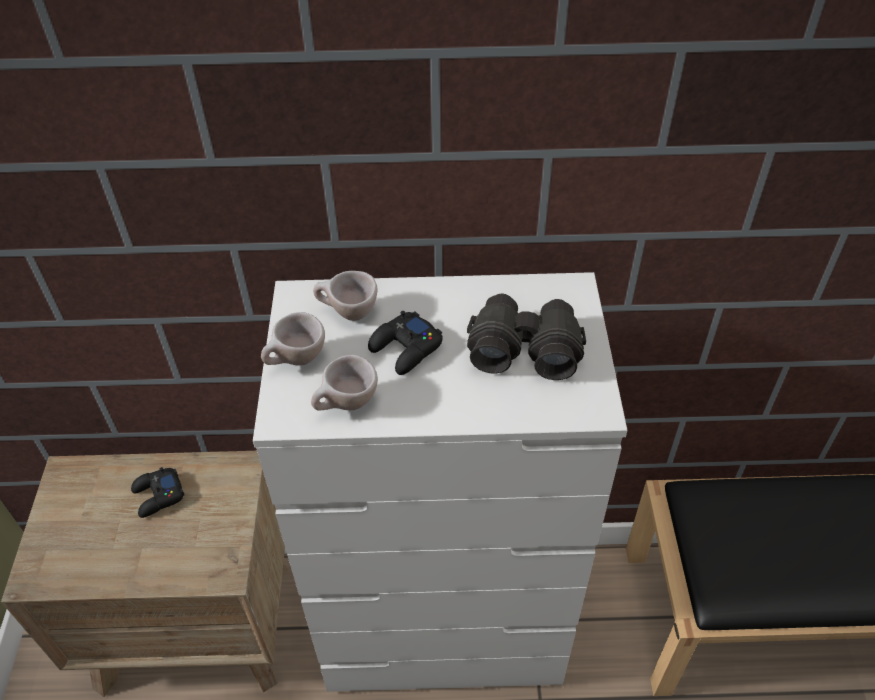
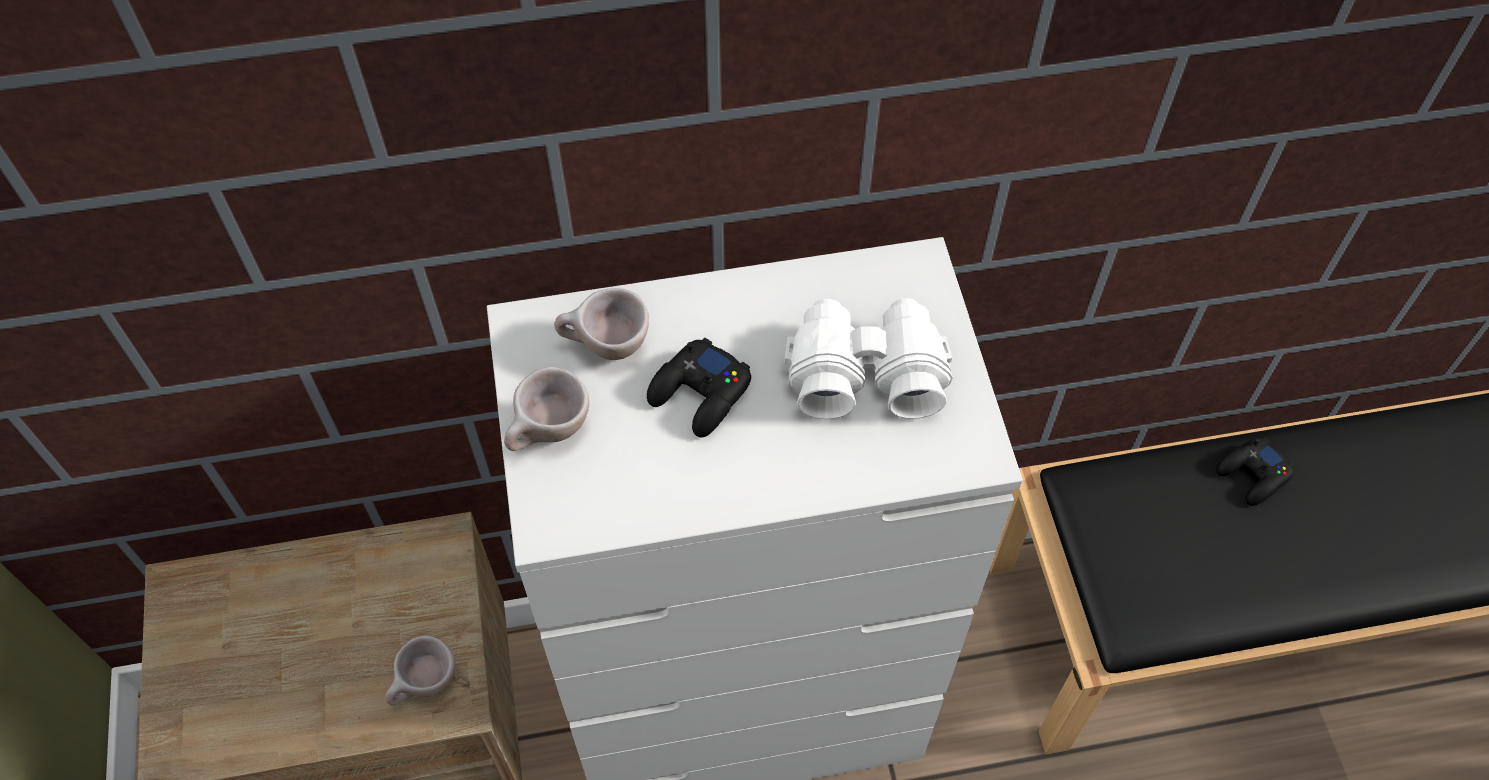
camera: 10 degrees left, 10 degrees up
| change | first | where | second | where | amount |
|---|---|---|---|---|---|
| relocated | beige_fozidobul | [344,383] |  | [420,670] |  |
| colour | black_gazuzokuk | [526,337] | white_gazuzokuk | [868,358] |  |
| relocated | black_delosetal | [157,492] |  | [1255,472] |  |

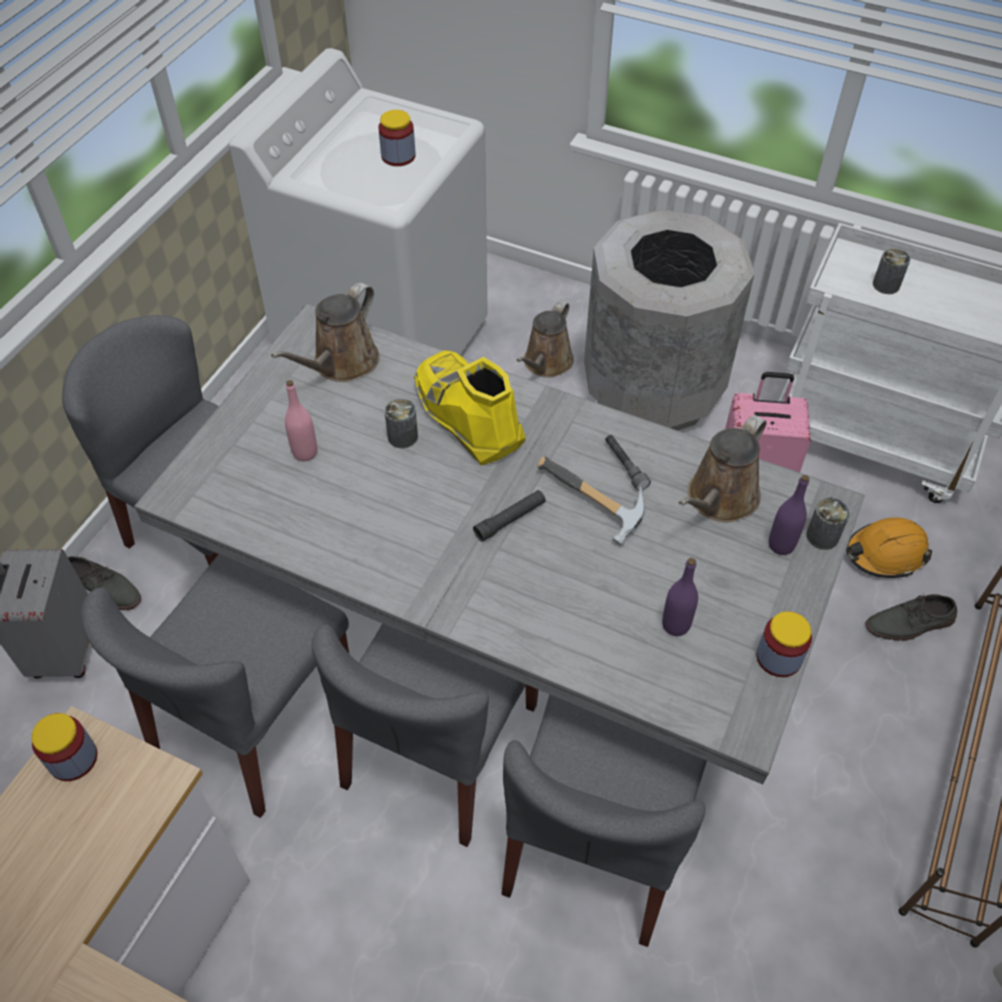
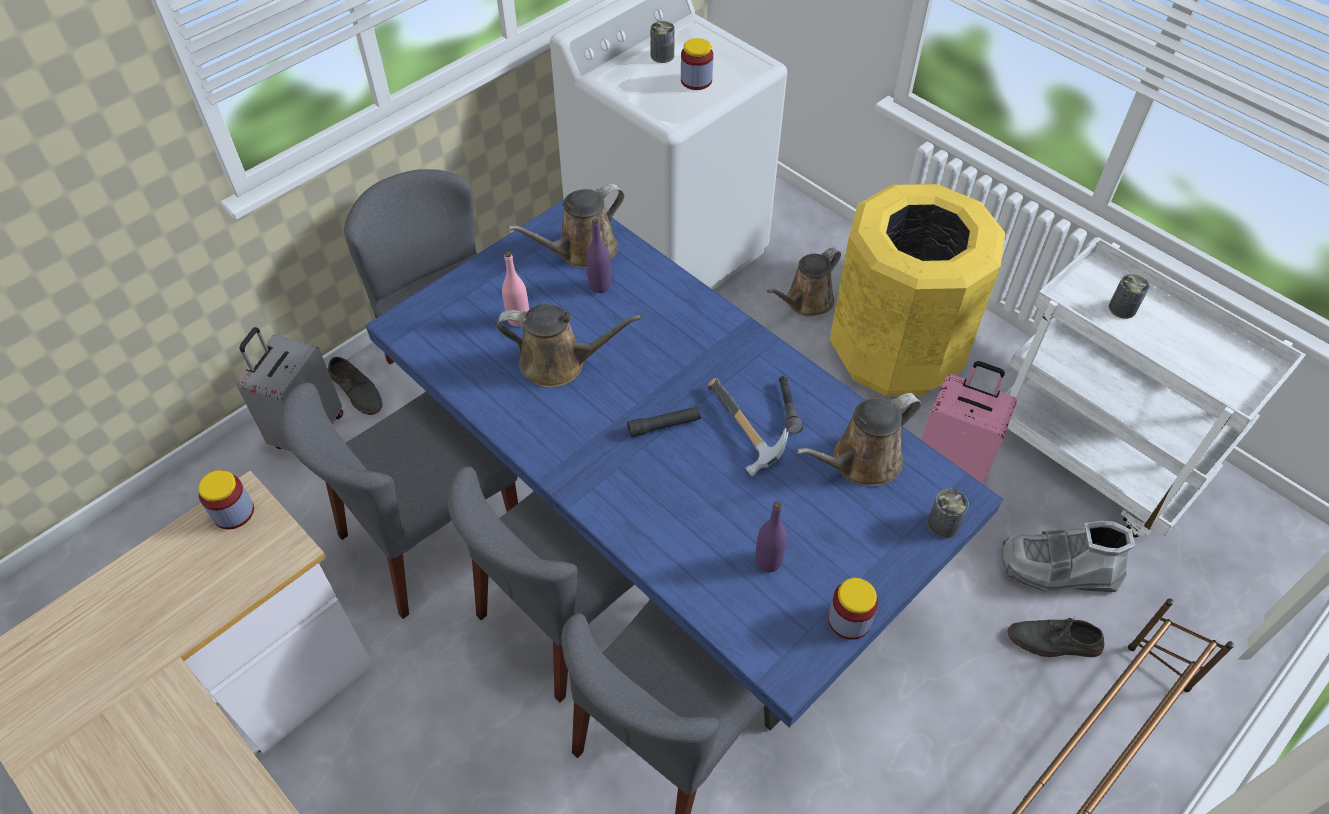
camera: 20 degrees right, 0 degrees up
| change | first | where | second | where | amount |
|---|---|---|---|---|---|
| colour | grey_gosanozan | [499,543] | blue_gosanozan | [684,465] |  |
| appeared |  |  | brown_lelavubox | [568,346] |  |
| relocated | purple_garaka | [789,515] |  | [598,255] |  |
| relocated | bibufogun | [401,423] |  | [662,42] |  |
| colour | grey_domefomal | [669,320] | yellow_domefomal | [917,290] |  |
| exchanged | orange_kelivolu | [889,547] | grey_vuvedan | [1068,556] |  |
| missing | yellow_vuvedan | [470,408] |  |  |  |

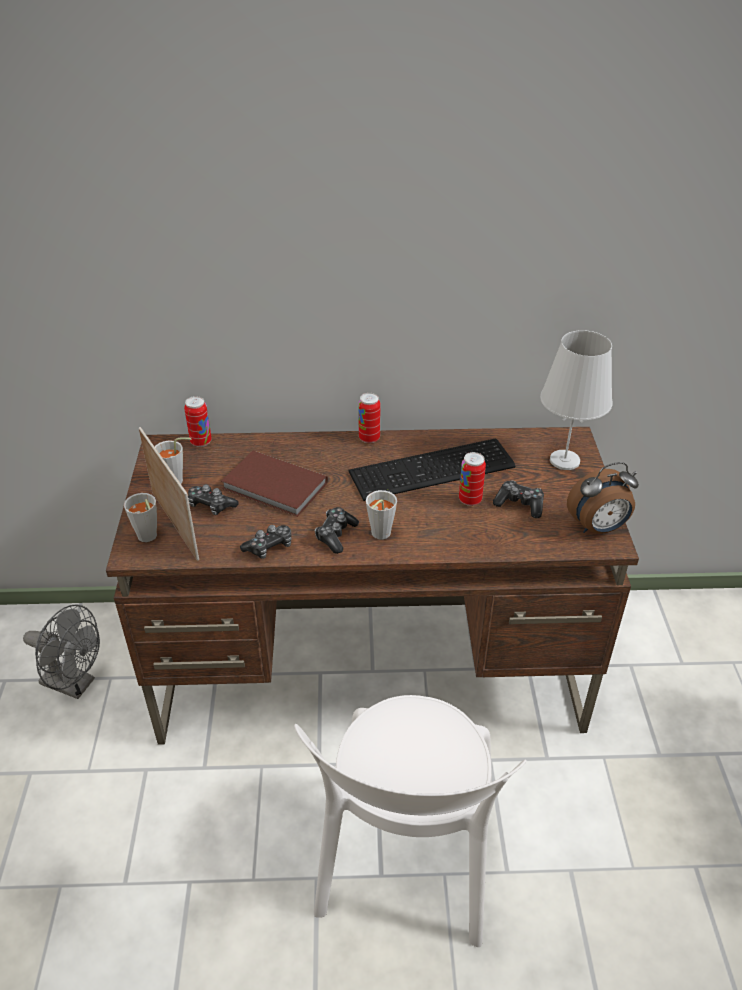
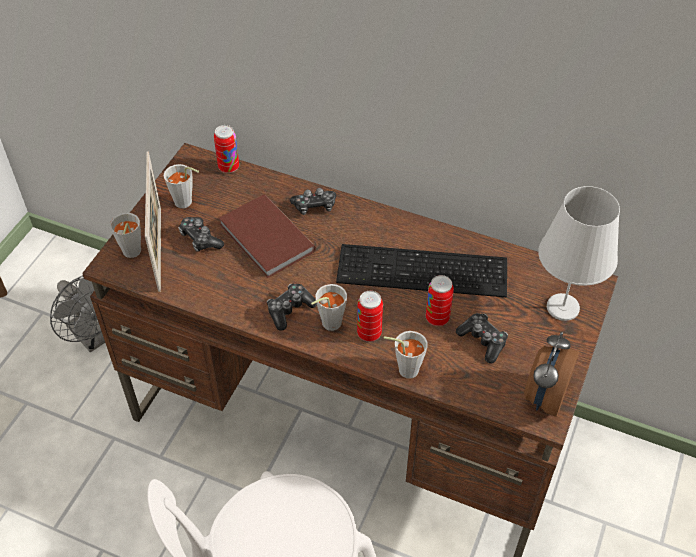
camera: 25 degrees right, 10 degrees up
| change | first | where | second | where | amount |
|---|---|---|---|---|---|
| relocated | delosetal | [265,542] |  | [313,201] |  |
| relocated | bibufogun | [369,418] |  | [370,316] |  |
| appeared |  |  | grey_fozidobul | [406,355] |  |
| spun | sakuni | [603,498] |  | [551,374] | 105 degrees clockwise |

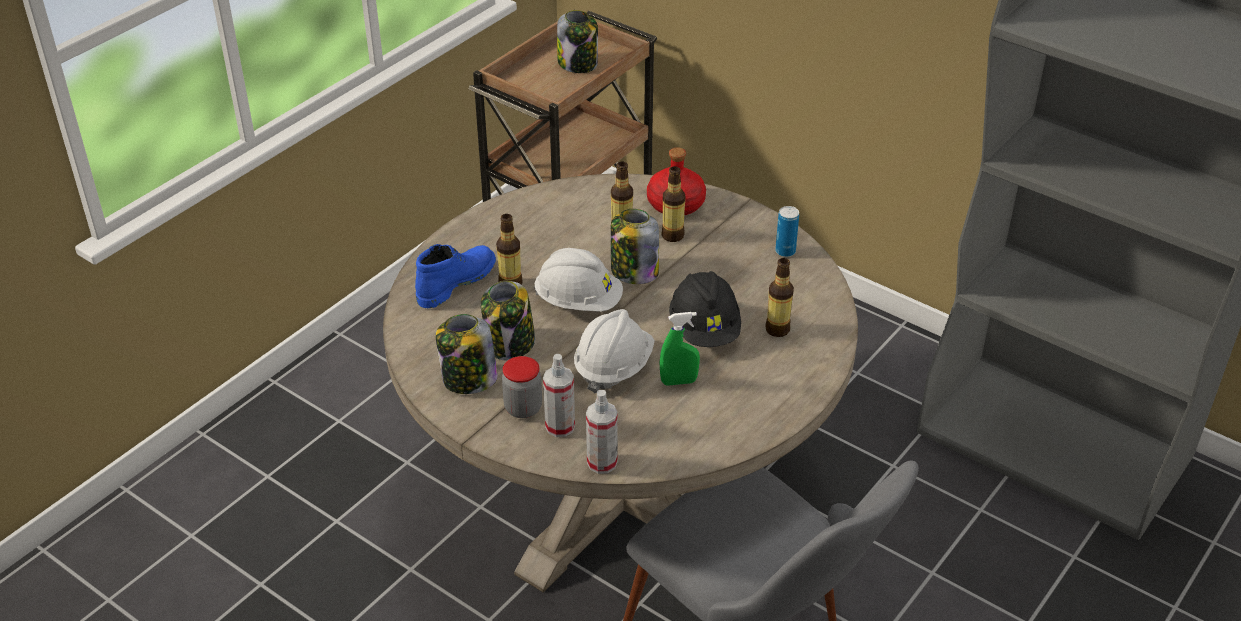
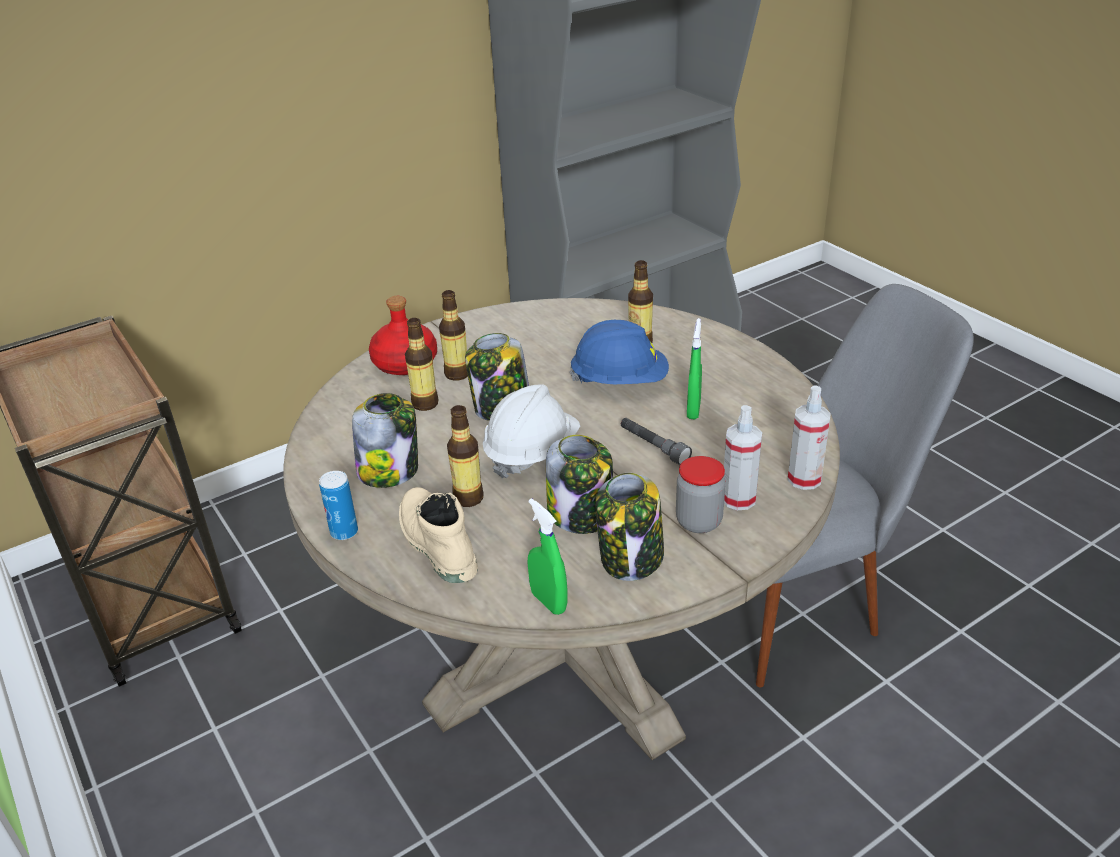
camera: 70 degrees left, 5 degrees down
| change | first | where | second | where | amount |
|---|---|---|---|---|---|
| relocated | bibufogun | [787,231] |  | [338,505] |  |
| relocated | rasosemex | [577,41] |  | [385,440] |  |
| colour | blue_vuvedan | [455,276] | beige_vuvedan | [438,535] |  |
| appeared |  |  | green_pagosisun | [547,556] |  |
| colour | black_kelivolu | [705,309] | blue_kelivolu | [619,352] |  |
| exchanged | white_kelivolu | [614,351] | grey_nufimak | [656,441] |  |

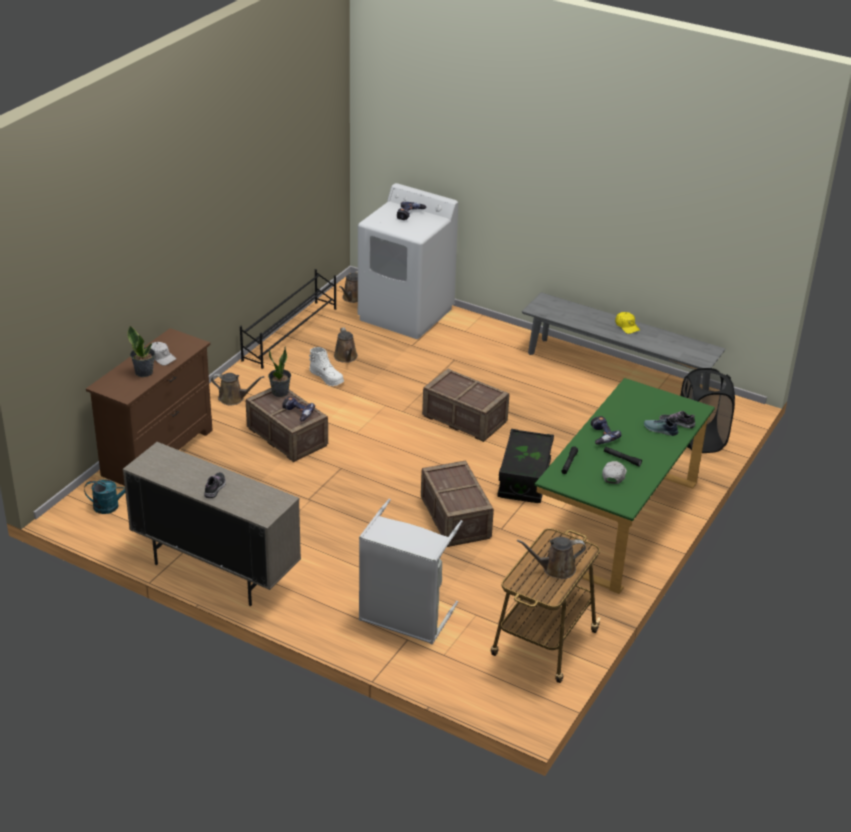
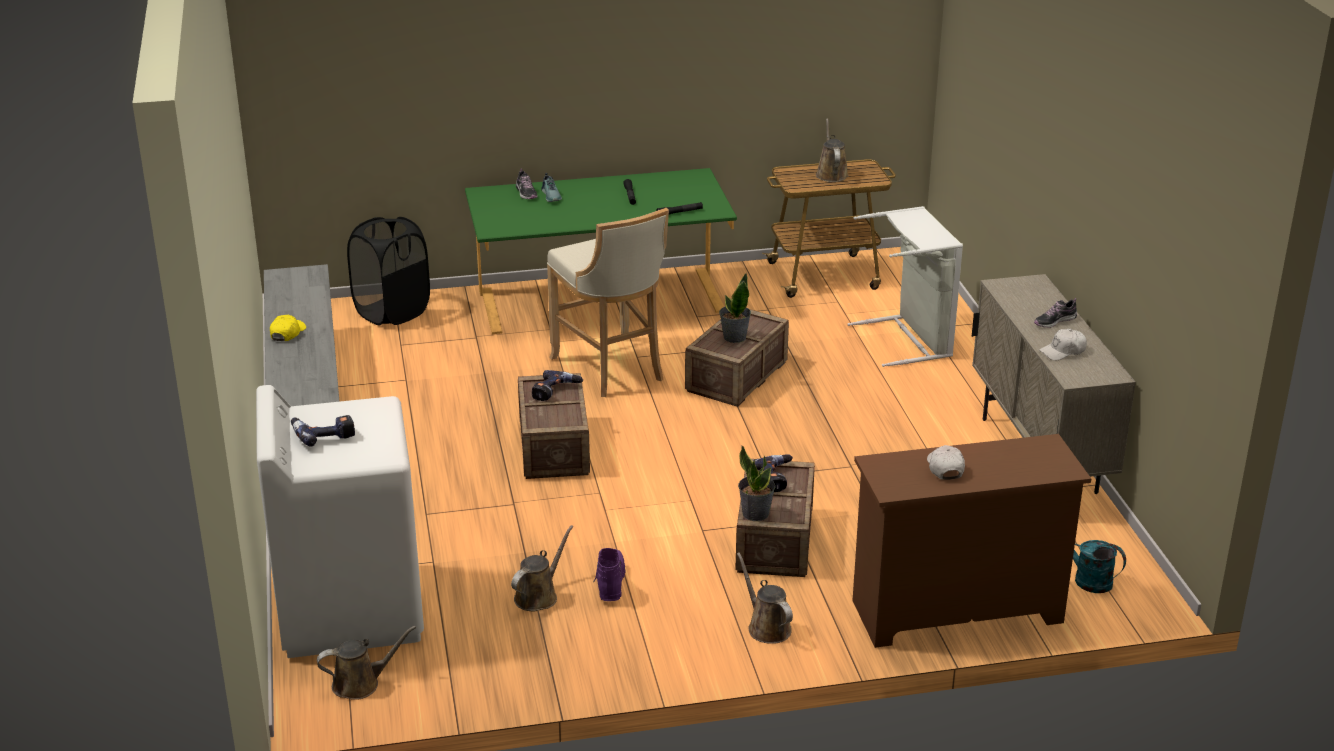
camera: 130 degrees left, 5 degrees down
| change | first | where | second | where | amount |
|---|---|---|---|---|---|
| relocated | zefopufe | [606,430] |  | [557,385] |  |
| exchanged | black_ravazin | [525,466] | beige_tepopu | [608,302] |  |
| colour | white_vuvedan | [326,366] | purple_vuvedan | [609,574] |  |
| relocated | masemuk | [141,351] |  | [735,308] |  |
| spun | brown_lelavubox | [551,558] |  | [832,150] | 135 degrees counterclockwise |
| relocated | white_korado | [614,472] |  | [1063,345] |  |
| missing | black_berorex | [288,319] |  |  |  |

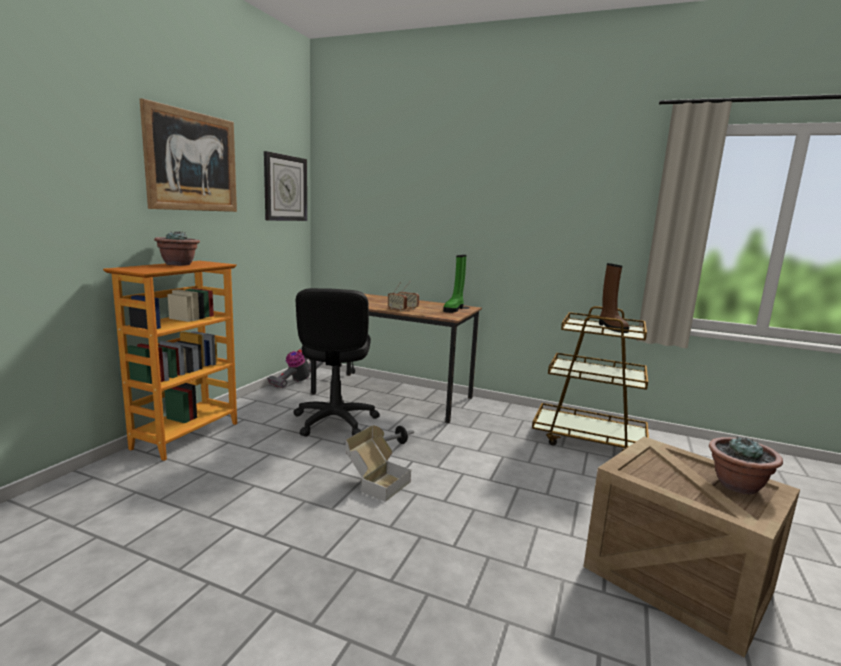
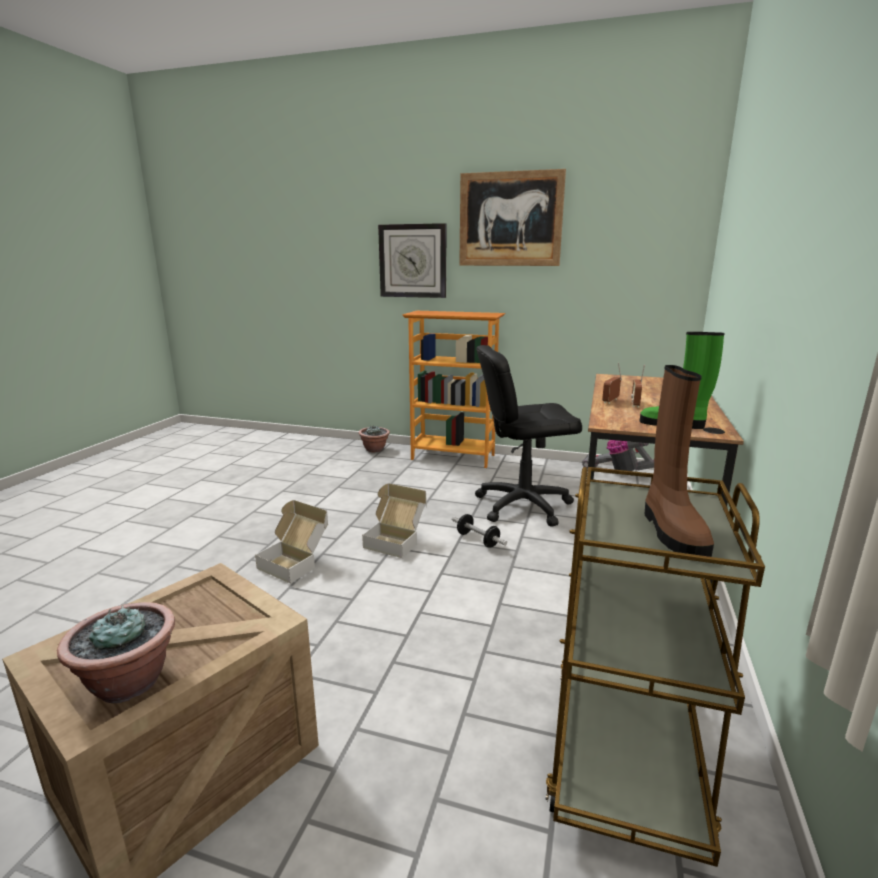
camera: 85 degrees right, 5 degrees up
| change | first | where | second | where | amount |
|---|---|---|---|---|---|
| appeared |  |  | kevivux | [291,542] |  |
| relocated | masemuk | [177,248] |  | [374,438] |  |
| relocated | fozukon | [285,186] |  | [412,260] |  |
| spun | brown_vuvedan | [614,298] |  | [679,461] | 75 degrees counterclockwise |

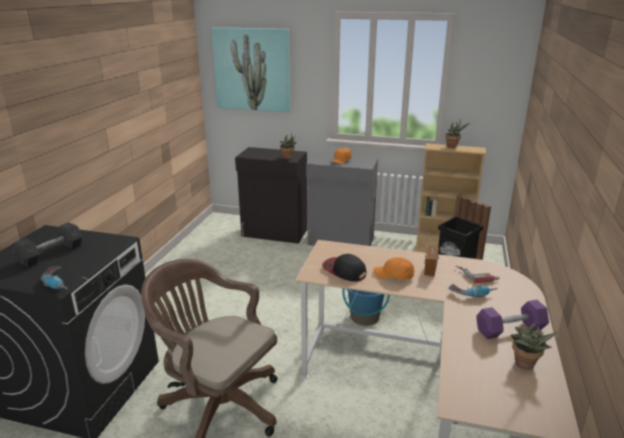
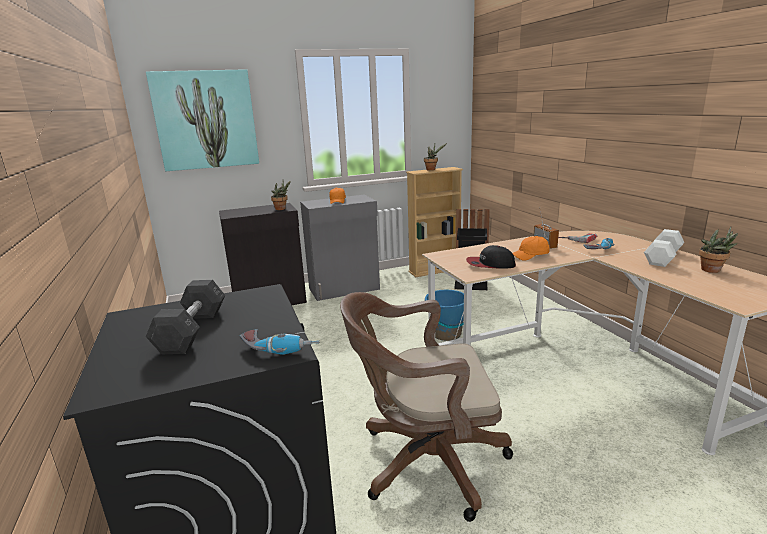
camera: 35 degrees left, 5 degrees down
| change | first | where | second | where | amount |
|---|---|---|---|---|---|
| colour | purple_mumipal | [512,319] | white_mumipal | [664,248] |  |

